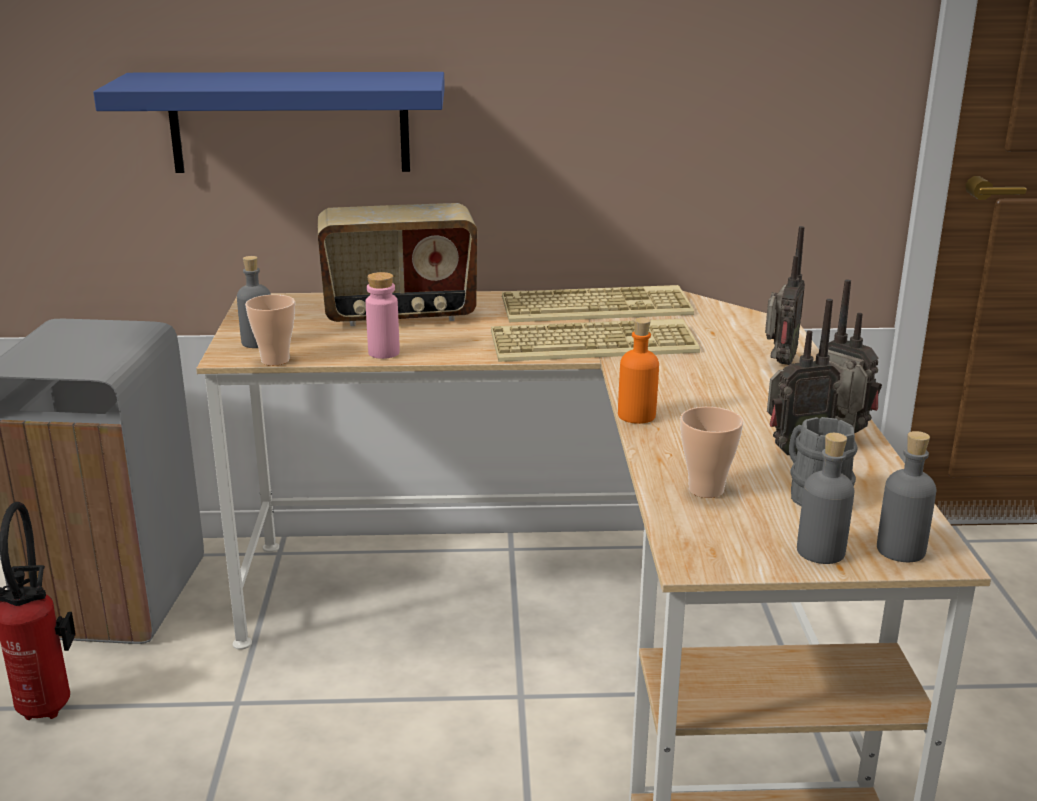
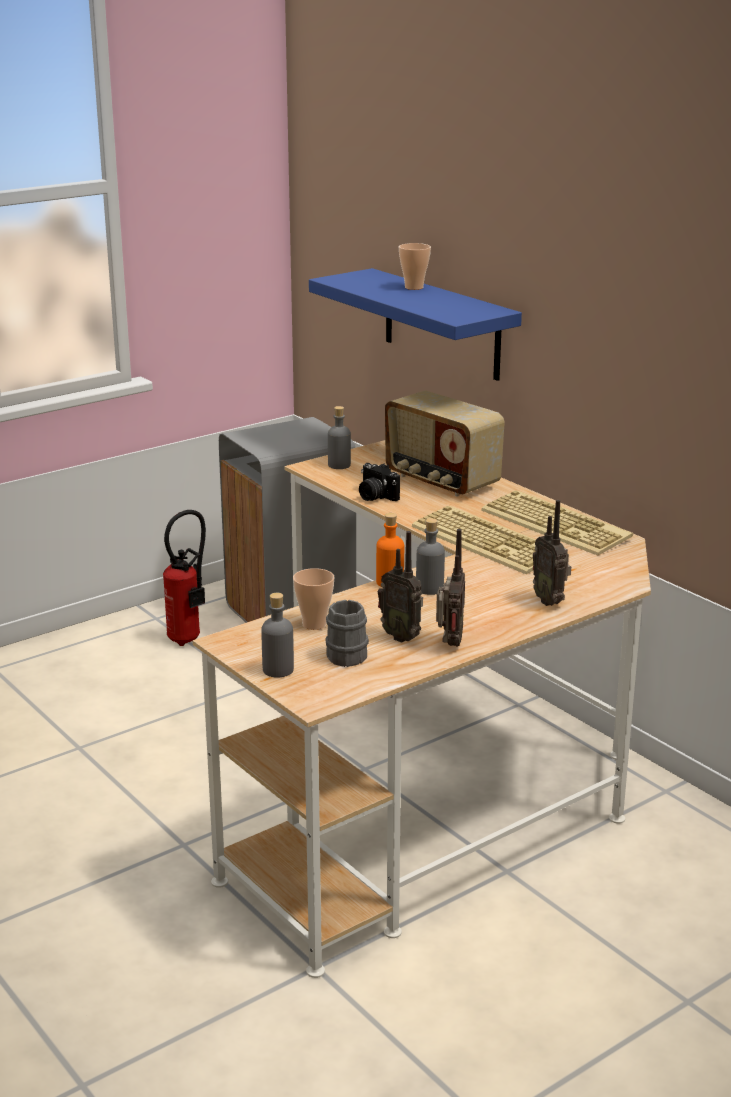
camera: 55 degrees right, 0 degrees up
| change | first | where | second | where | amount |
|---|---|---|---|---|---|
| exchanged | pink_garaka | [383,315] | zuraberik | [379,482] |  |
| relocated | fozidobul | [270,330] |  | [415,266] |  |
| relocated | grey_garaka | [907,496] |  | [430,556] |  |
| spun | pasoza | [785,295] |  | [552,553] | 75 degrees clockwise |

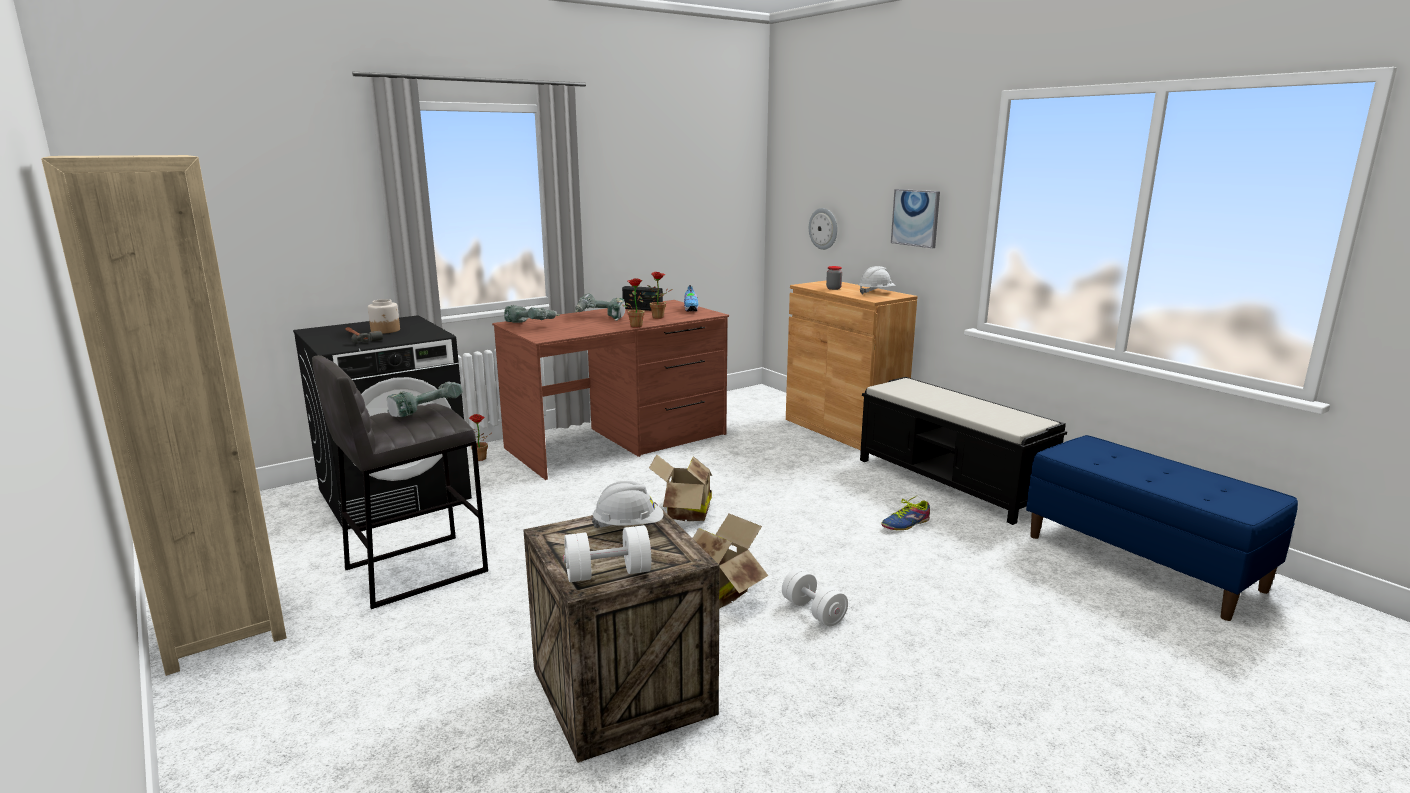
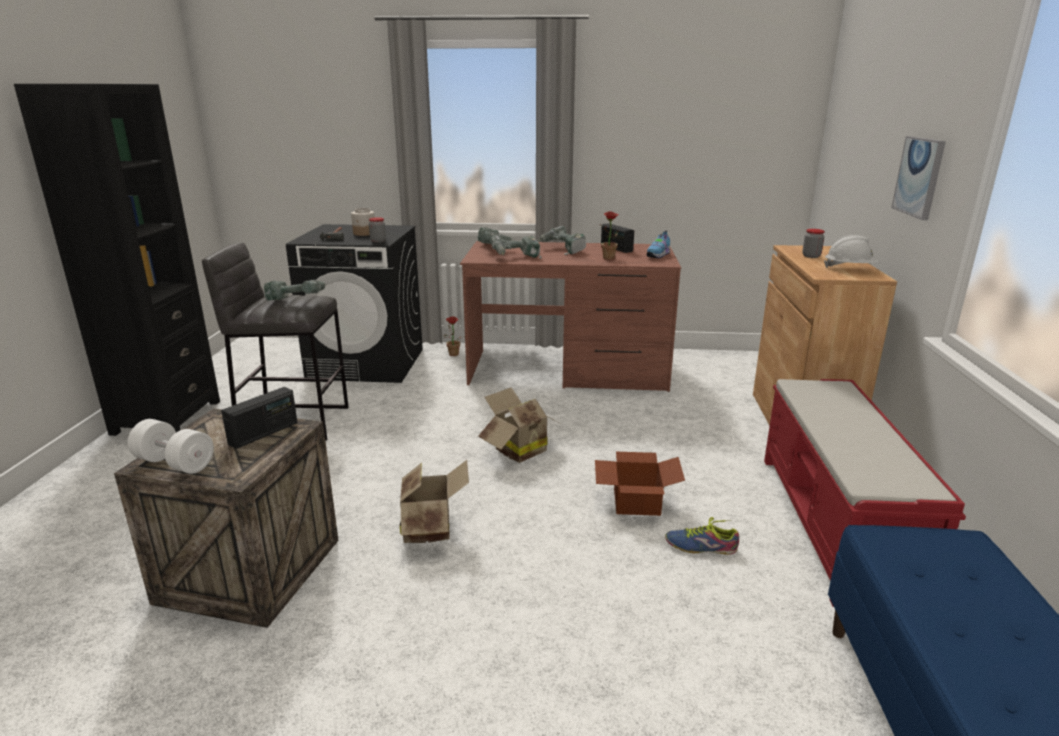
camera: 40 degrees right, 5 degrees up
| change | first | where | second | where | amount |
|---|---|---|---|---|---|
| colour | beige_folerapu | [164,415] | black_folerapu | [117,260] |  |
| exchanged | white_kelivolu | [628,504] | pasoza | [259,418] |  |
| appeared |  |  | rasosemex | [377,230] |  |
| appeared |  |  | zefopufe | [516,247] |  |
| appeared |  |  | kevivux | [640,484] |  |
| colour | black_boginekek | [963,451] | red_boginekek | [865,493] |  |
| missing | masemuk | [633,303] |  |  |  |
| missing | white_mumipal | [815,597] |  |  |  |
| missing | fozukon | [823,229] |  |  |  |

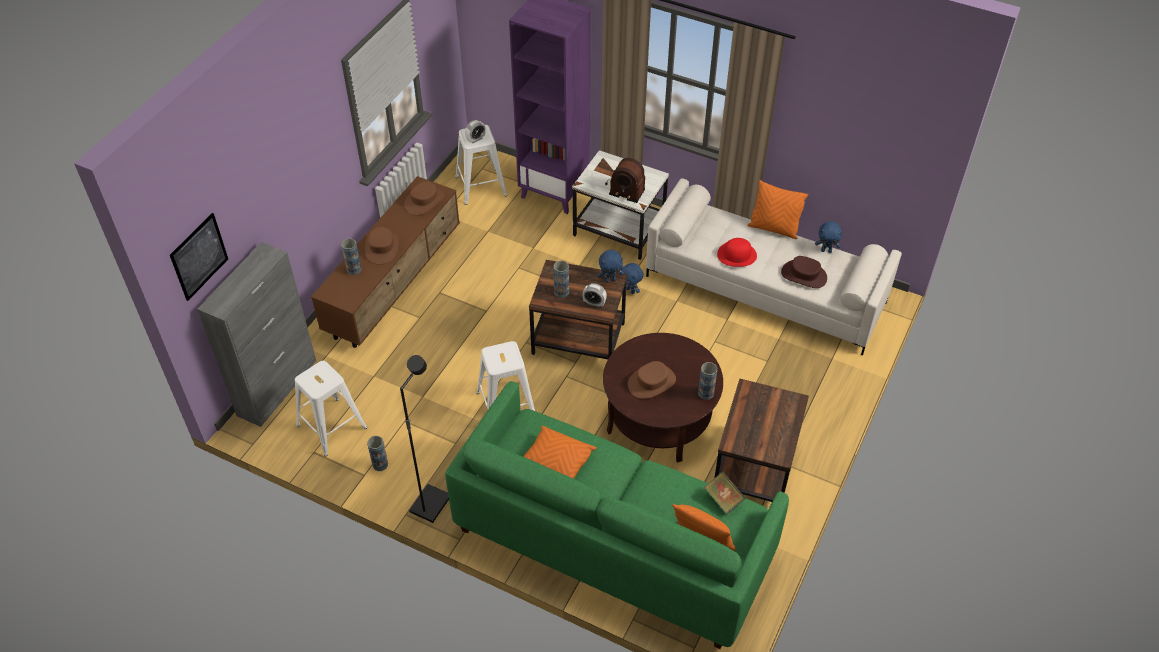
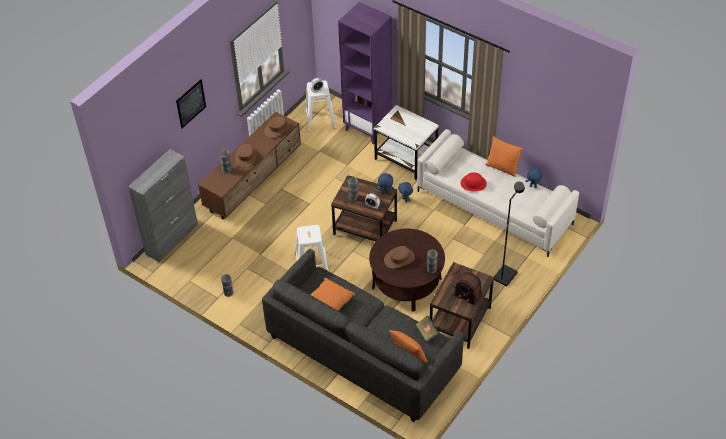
camera: 10 degrees right, 0 degrees up
| change | first | where | second | where | amount |
|---|---|---|---|---|---|
| relocated | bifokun | [199,257] |  | [191,104] |  |
| colour | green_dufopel | [617,515] | grey_dufopel | [363,335] |  |
| relocated | pasoza | [625,180] |  | [467,288] |  |
| relocated | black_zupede | [424,439] |  | [509,234] |  |
| missing | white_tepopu | [331,409] |  |  |  |
| missing | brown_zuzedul | [804,272] |  |  |  |

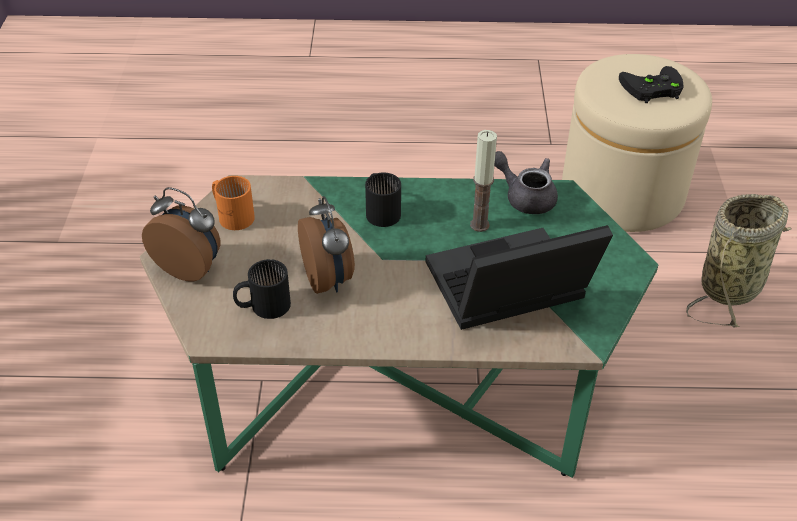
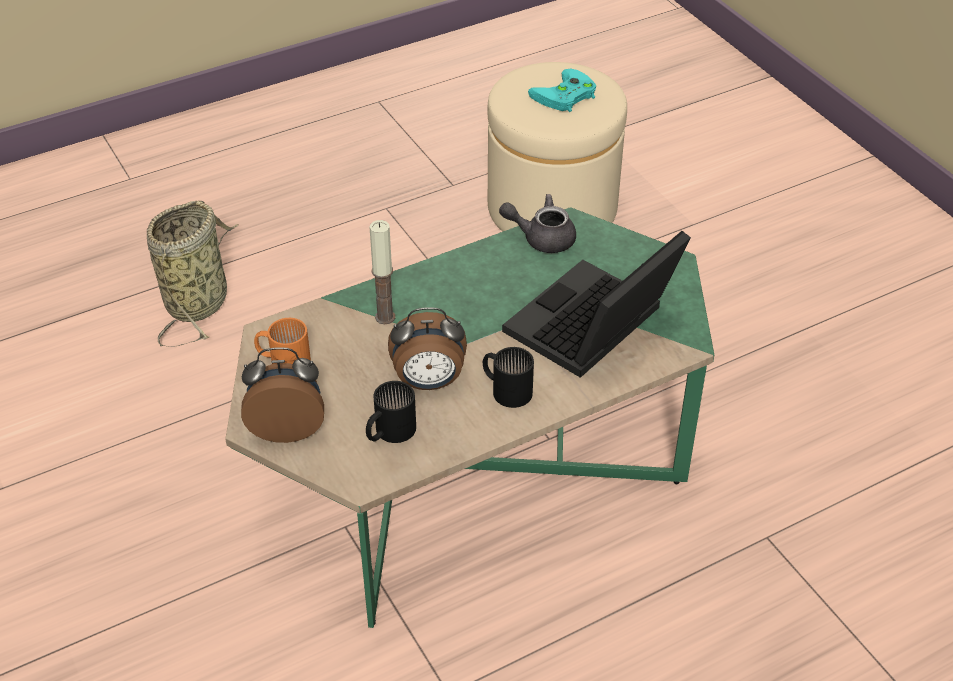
camera: 30 degrees left, 0 degrees up
| change | first | where | second | where | amount |
|---|---|---|---|---|---|
| relocated | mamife | [739,260] |  | [193,274] |  |
| relocated | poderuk | [483,181] |  | [382,272] |  |
| spun | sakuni | [326,245] |  | [427,348] | 135 degrees clockwise |
| relocated | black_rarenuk | [383,199] |  | [508,377] |  |
| colour | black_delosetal | [651,84] | turquoise_delosetal | [562,90] |  |

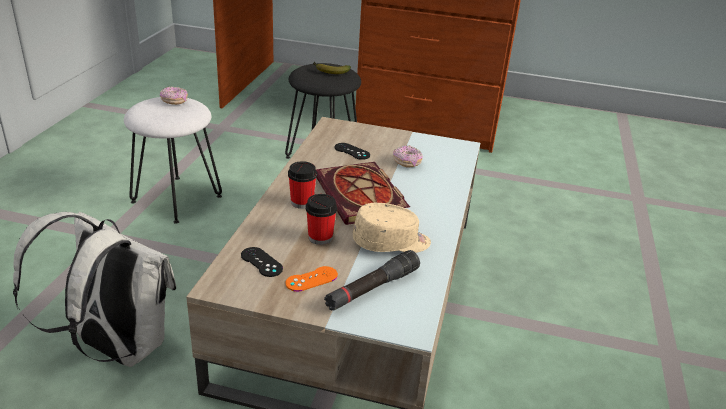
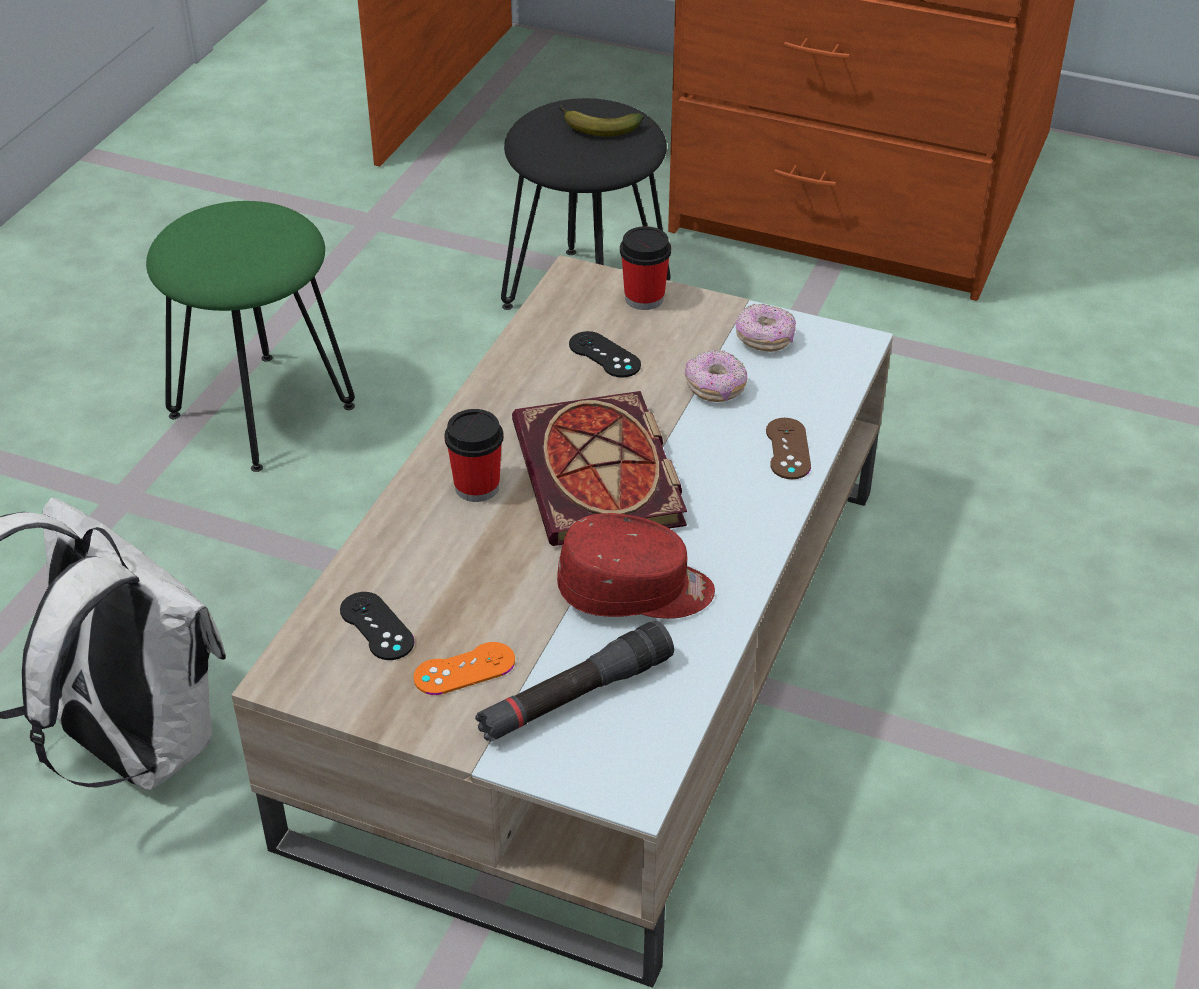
camera: 10 degrees right, 10 degrees up
| change | first | where | second | where | amount |
|---|---|---|---|---|---|
| colour | white_tepopu | [173,160] | green_tepopu | [250,336] |  |
| colour | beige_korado | [392,228] | red_korado | [636,566] |  |
| relocated | fozidobul | [321,219] |  | [645,268] |  |
| relocated | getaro | [174,95] |  | [765,328] |  |
| appeared |  |  | brown_delosetal | [788,448] |  |

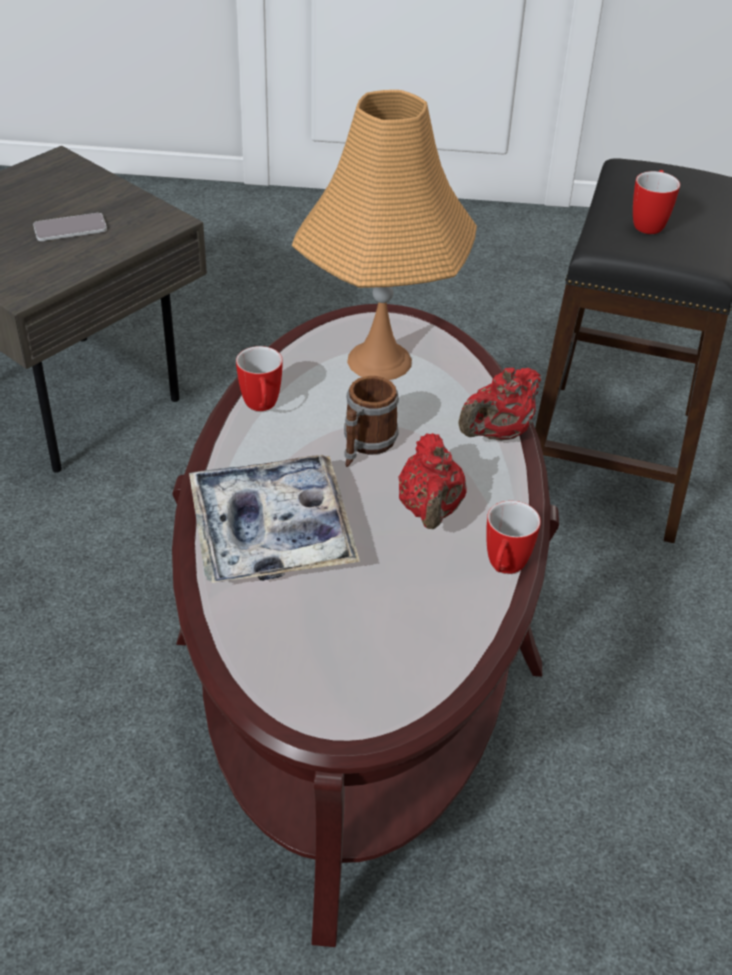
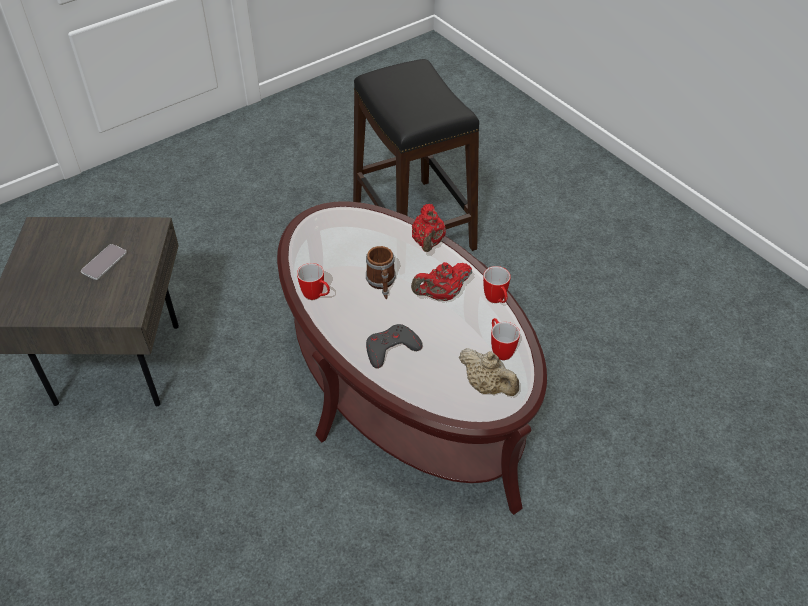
camera: 40 degrees left, 5 degrees up
| change | first | where | second | where | amount |
|---|---|---|---|---|---|
| exchanged | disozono | [274,519] | grey_delosetal | [394,346] |  |
| spun | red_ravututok | [432,481] |  | [441,281] | 105 degrees clockwise |
| appeared |  |  | beige_ravututok | [489,372] |  |
| relocated | rarenuk | [656,202] |  | [505,339] |  |
| missing | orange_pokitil | [384,235] |  |  |  |

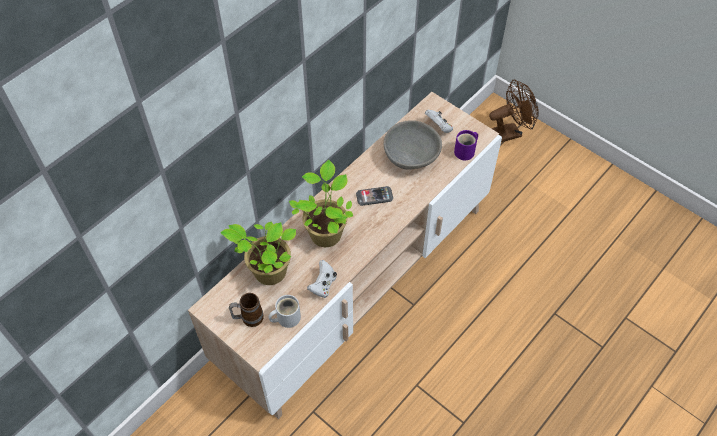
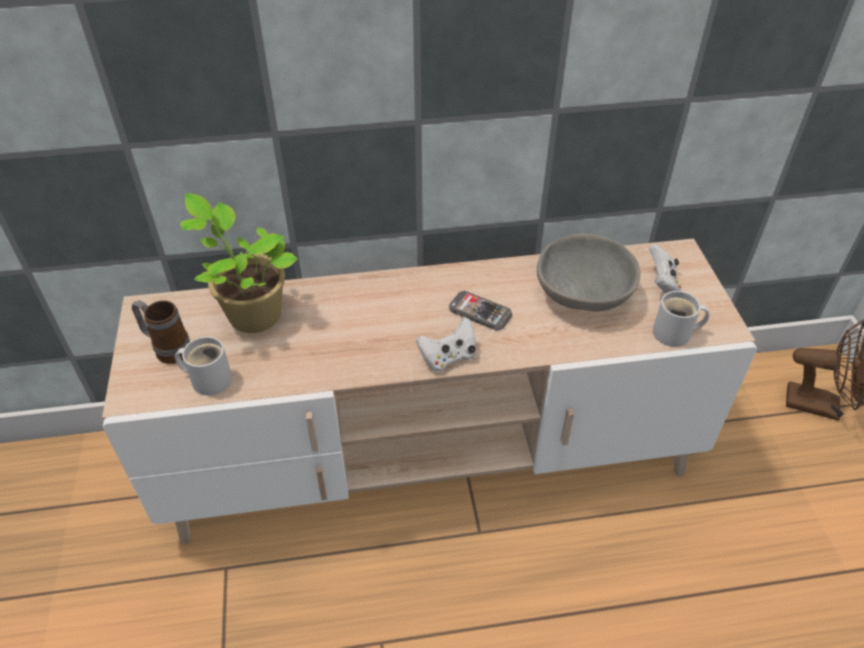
camera: 40 degrees right, 10 degrees down
| change | first | where | second | where | amount |
|---|---|---|---|---|---|
| relocated | white_delosetal | [322,279] |  | [446,344] |  |
| colour | purple_rarenuk | [466,145] | white_rarenuk | [681,319] |  |
| missing | masemuk | [321,203] |  |  |  |

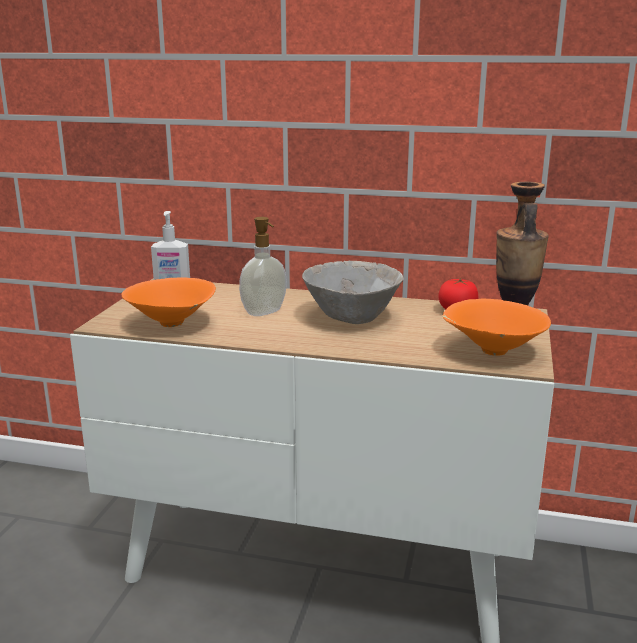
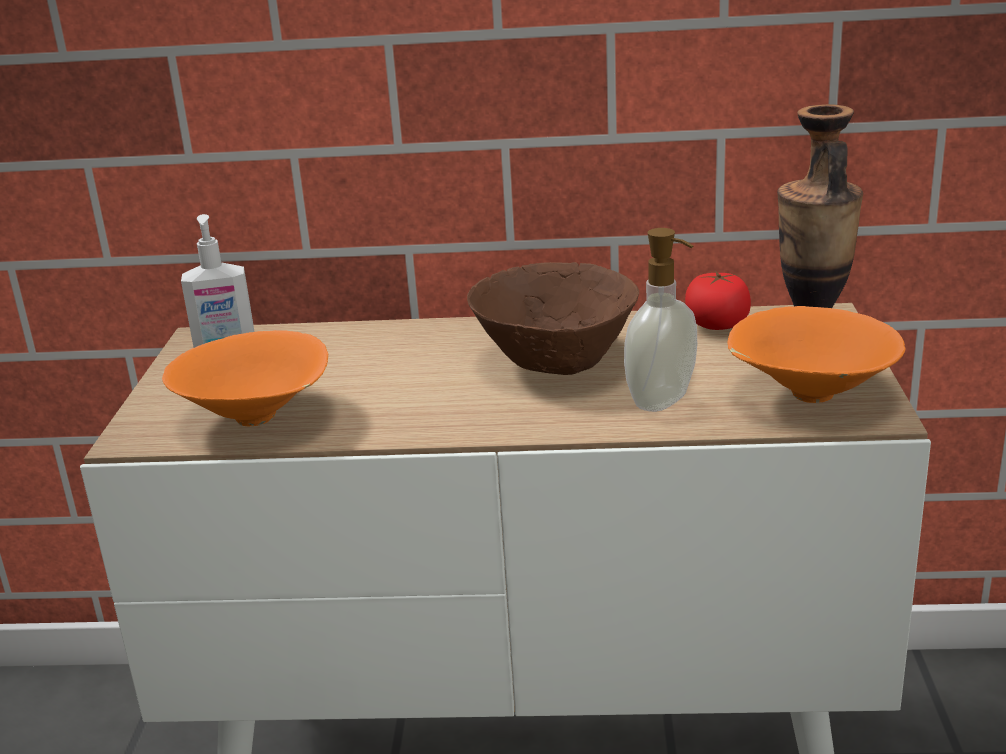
camera: 10 degrees left, 5 degrees up
| change | first | where | second | where | amount |
|---|---|---|---|---|---|
| colour | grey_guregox | [352,292] | brown_guregox | [553,318] |  |
| relocated | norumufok | [263,266] |  | [660,320] |  |

